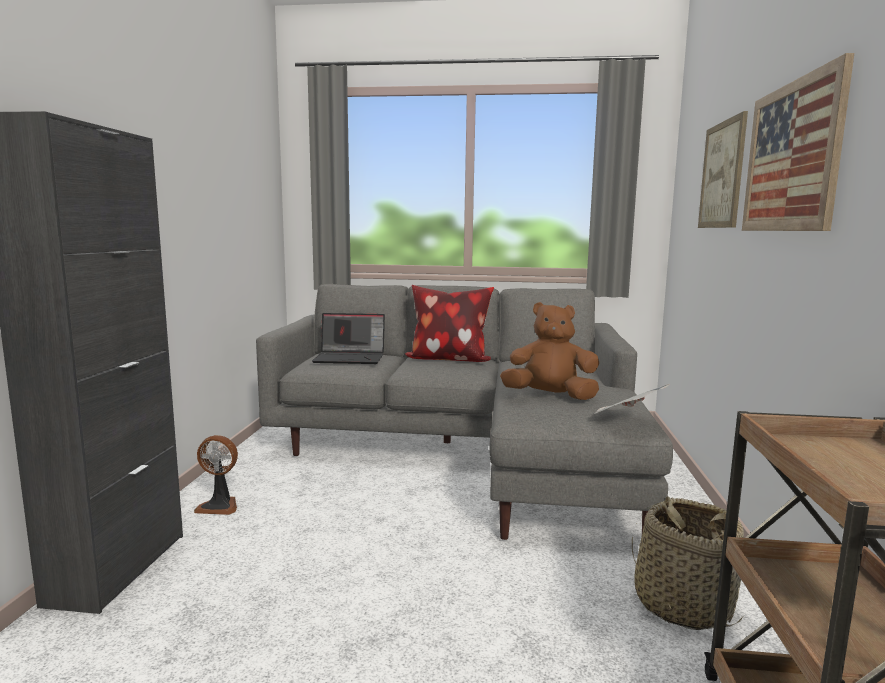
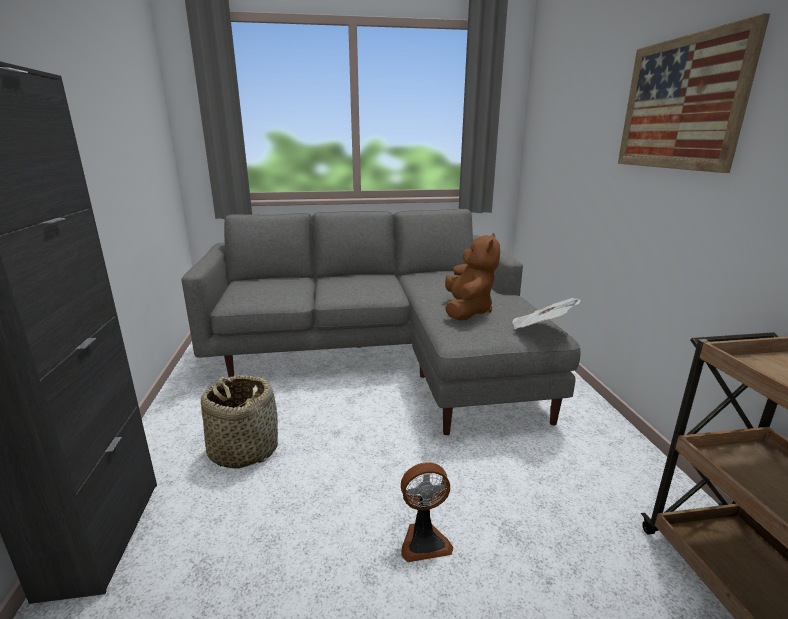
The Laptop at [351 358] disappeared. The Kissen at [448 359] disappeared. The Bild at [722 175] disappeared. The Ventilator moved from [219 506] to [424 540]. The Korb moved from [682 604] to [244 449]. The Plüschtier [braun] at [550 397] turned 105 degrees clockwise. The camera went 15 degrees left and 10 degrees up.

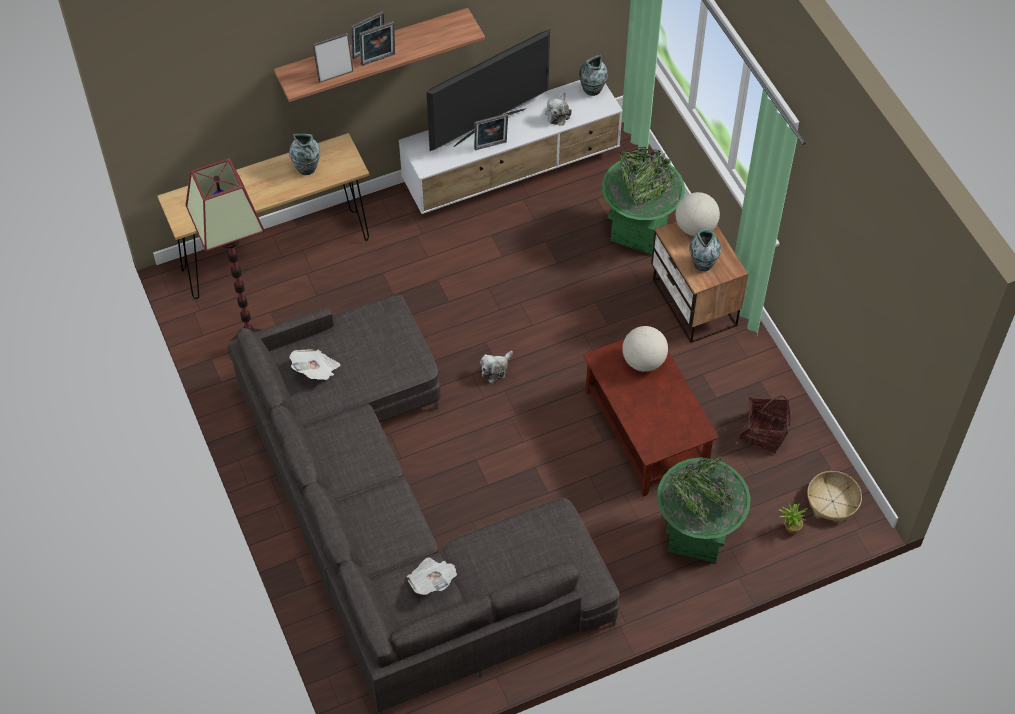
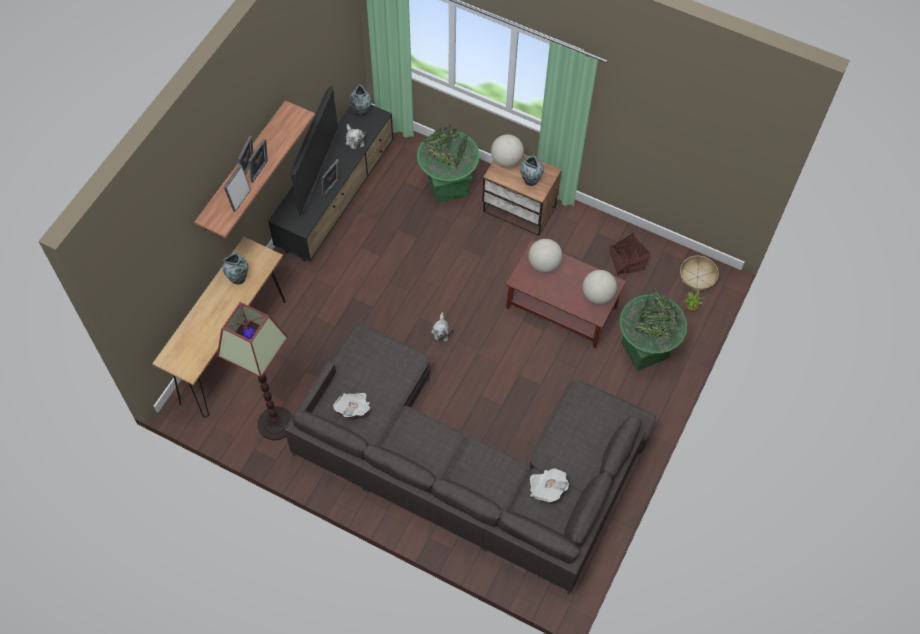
The Globus at [597 295] appeared. The Fernsehschrank [weiß] at [512 171] became the Fernsehschrank [schwarz] at [337 197]. The camera went 40 degrees left and 5 degrees up.

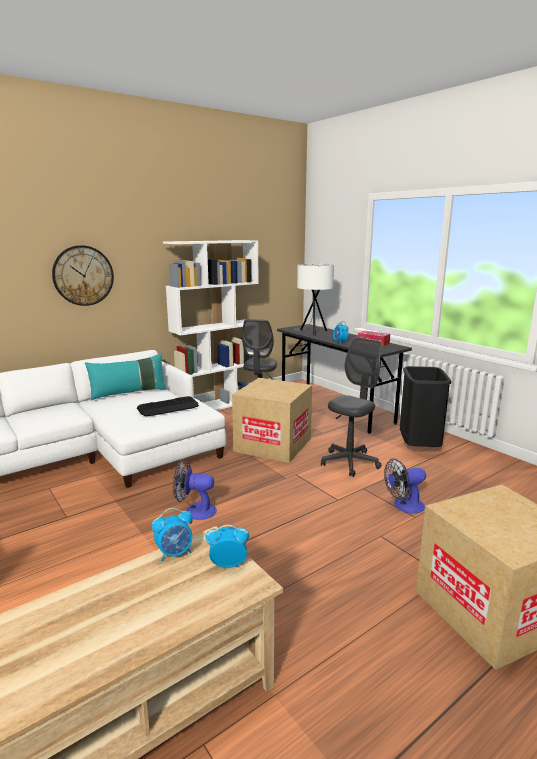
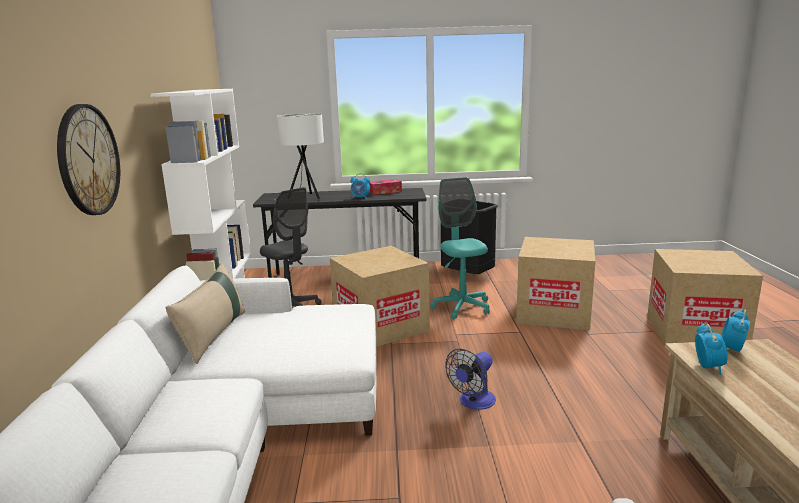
The Tastatur at [168 407] disappeared. The Ventilator at [404 506] was replaced by the Karton at [553 312]. The Kissen [türkis] at [129 393] became the Kissen [beige] at [213 335]. The Bürostuhl [grau] at [349 462] became the Bürostuhl [türkis] at [462 307]. The camera went 55 degrees left and 0 degrees up.

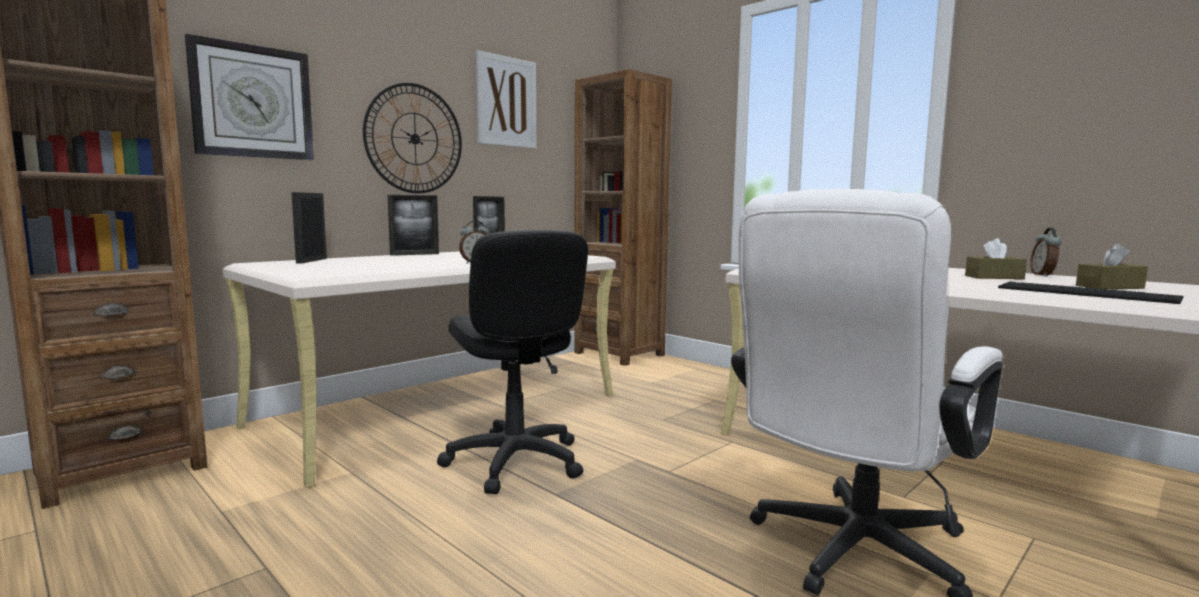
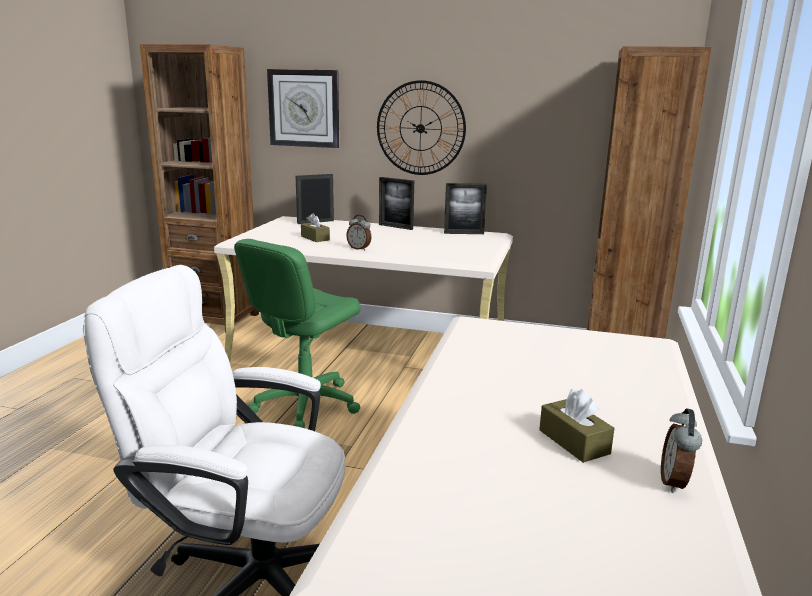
The Bild at [506 102] disappeared. The Tastatur at [1087 293] disappeared. The Taschentuchbox [braun] moved from [1109 287] to [315 238]. The Bürostuhl [schwarz] at [514 462] became the Bürostuhl [grün] at [305 404]. The Wecker at [1043 275] turned 60 degrees counterclockwise. The camera went 60 degrees right and 10 degrees up.

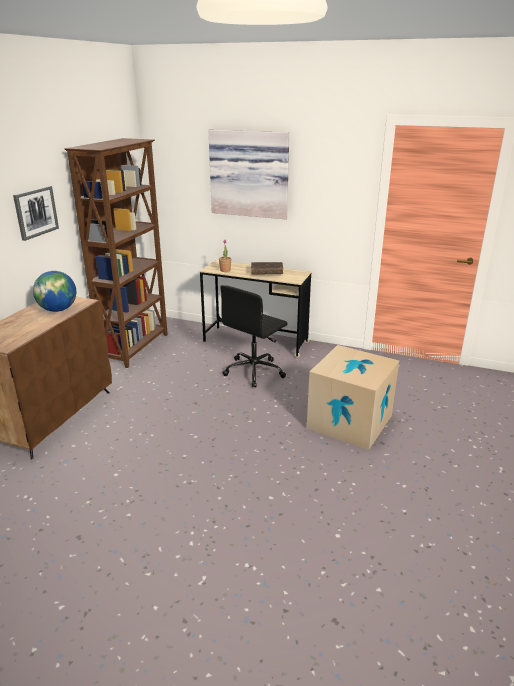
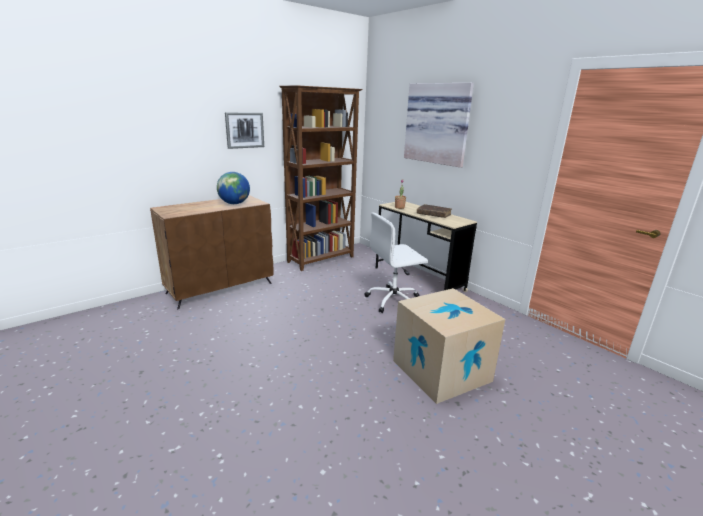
The Bürostuhl [schwarz] at [254 371] became the Bürostuhl [weiß] at [394 300]. The camera went 30 degrees right and 5 degrees down.

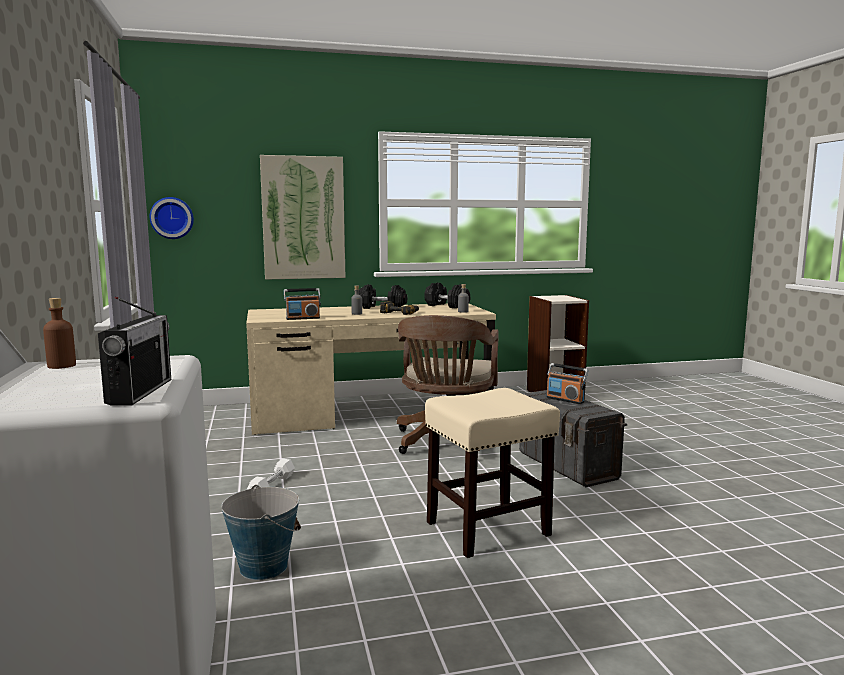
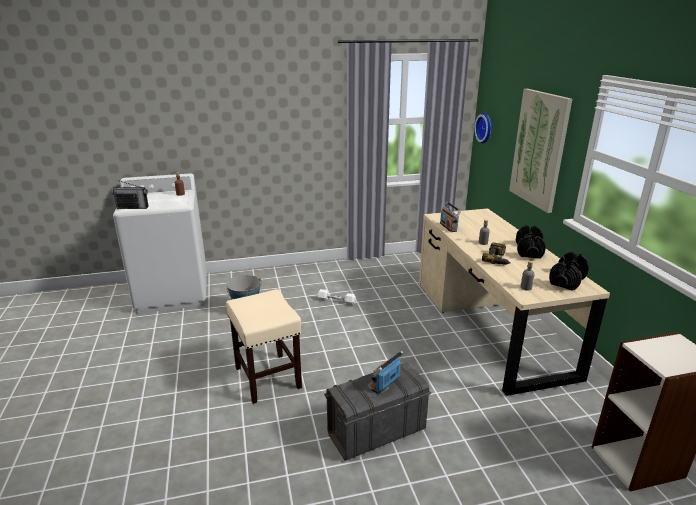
The Bürostuhl [braun] at [447 443] disappeared. The camera went 90 degrees right and 15 degrees up.

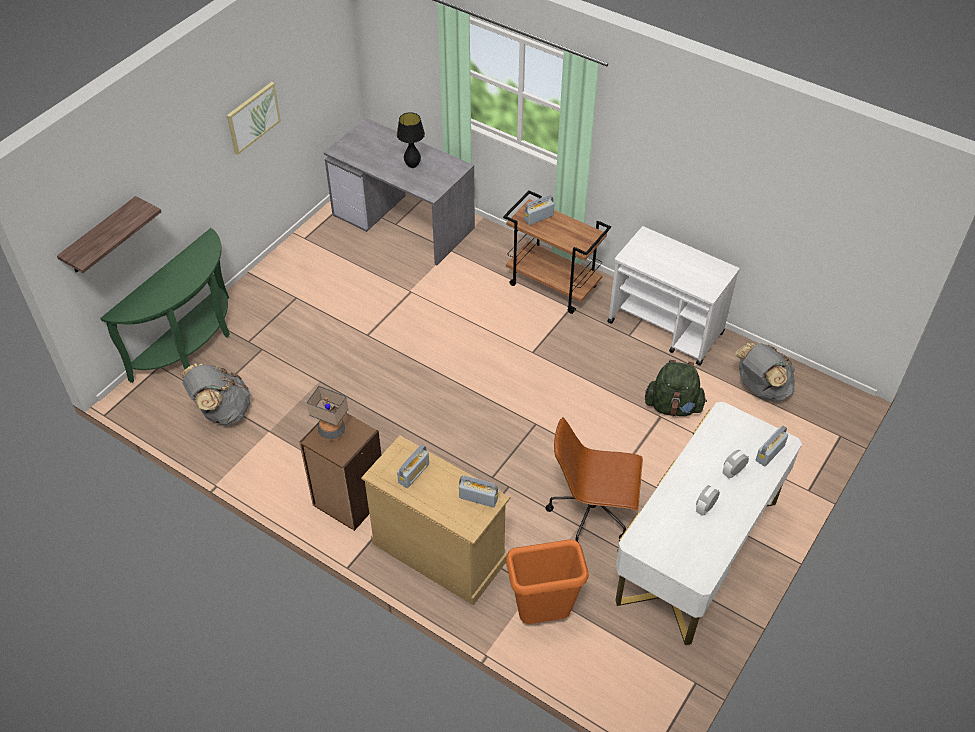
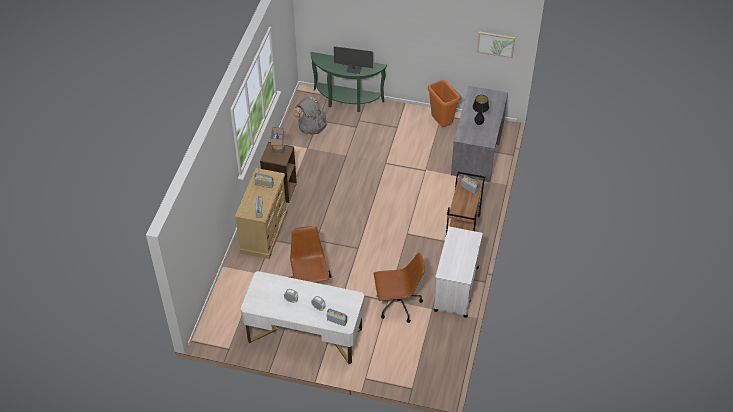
The Wandregal at [101 237] disappeared. The Rucksack [grau] at [761 389] disappeared. The Monitor at [354 69] appeared. The Bild moved from [253 117] to [496 44]. The Mülleimer [orange] moved from [542 616] to [441 123]. The Rucksack [grün] at [673 406] was replaced by the Bürostuhl [braun] at [397 305]. The camera went 70 degrees right and 0 degrees up.

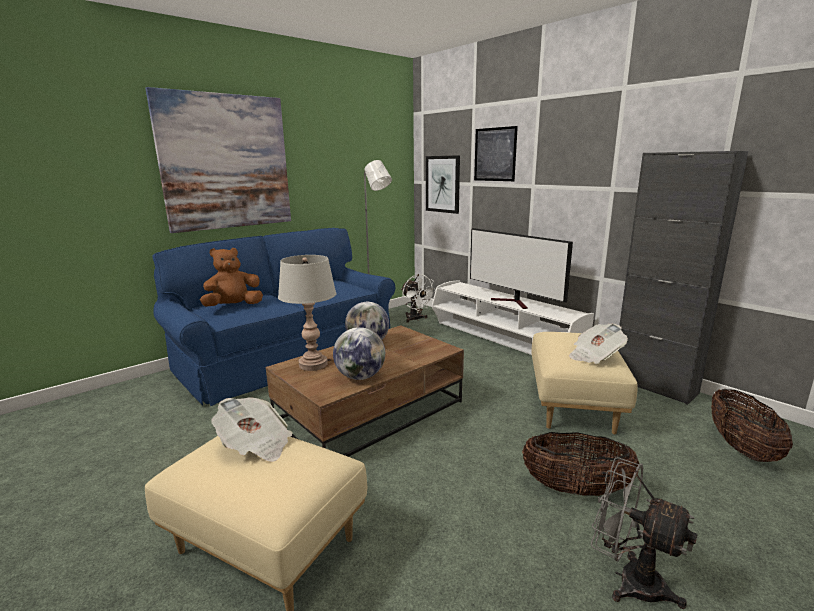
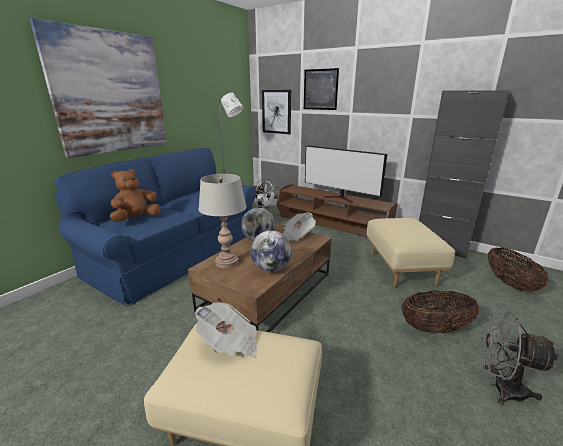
The Zeitung moved from [594 356] to [296 235]. The Fernsehschrank [weiß] at [503 341] became the Fernsehschrank [braun] at [331 225]. The camera went 15 degrees left and 5 degrees up.

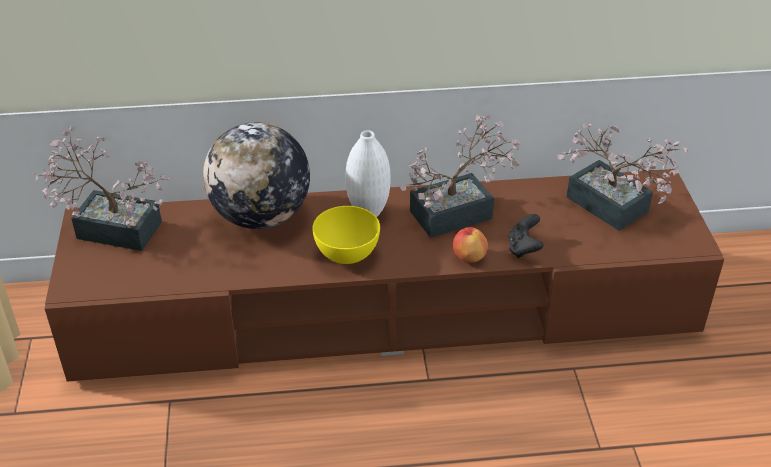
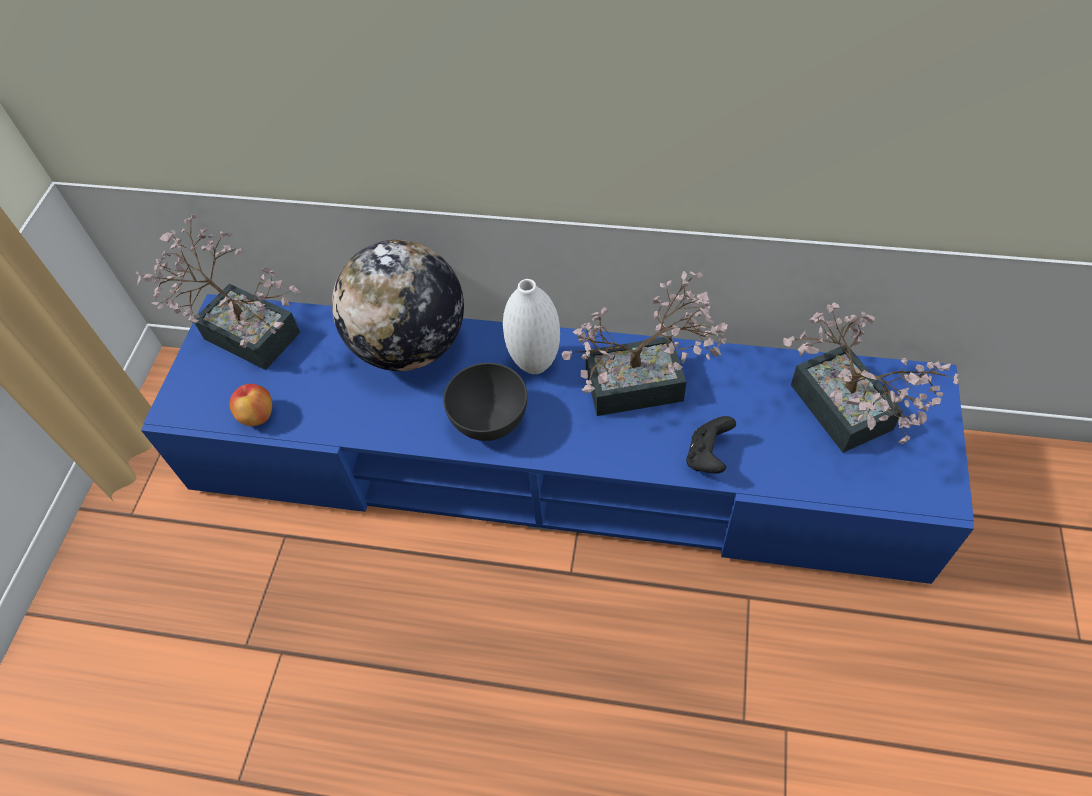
The Apfel moved from [469 257] to [257 415]. The Fernsehschrank [braun] at [387 310] became the Fernsehschrank [blau] at [554 465]. The Schüssel [gelb] at [347 254] became the Schüssel [grau] at [490 421]. The camera went 20 degrees right and 15 degrees up.

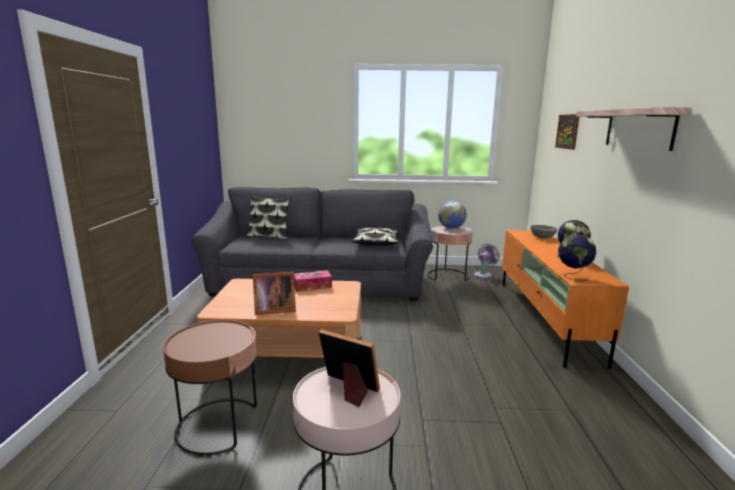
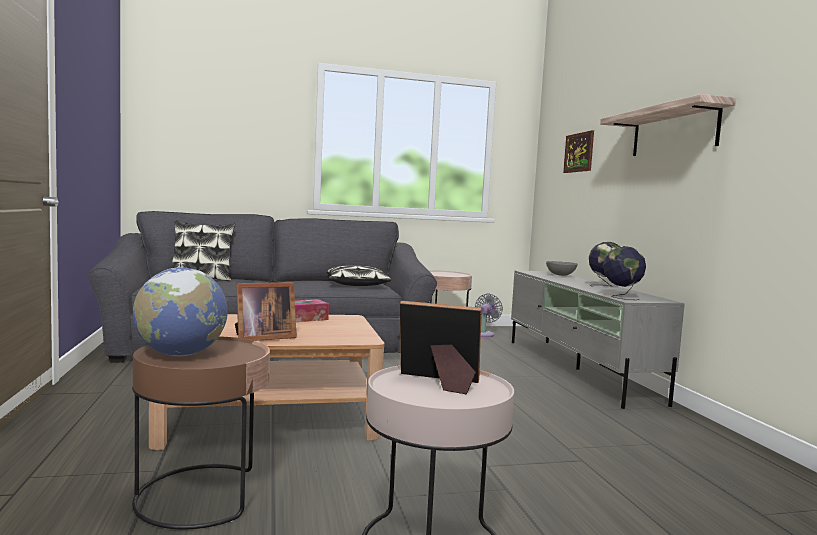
The Globus moved from [451 228] to [181 354]. The Fernsehschrank [orange] at [545 319] became the Fernsehschrank [grau] at [578 369]. The camera went 15 degrees left and 10 degrees down.

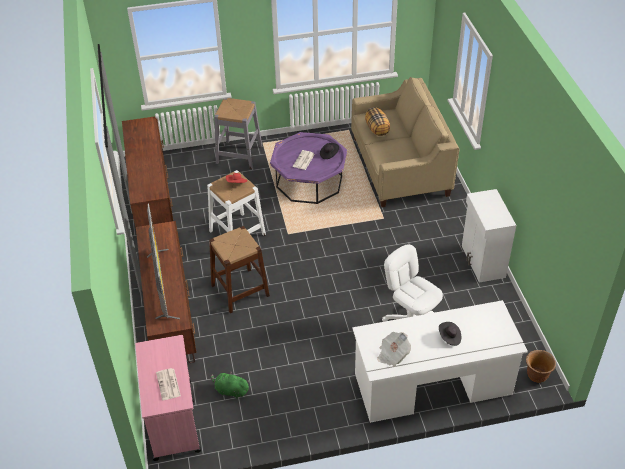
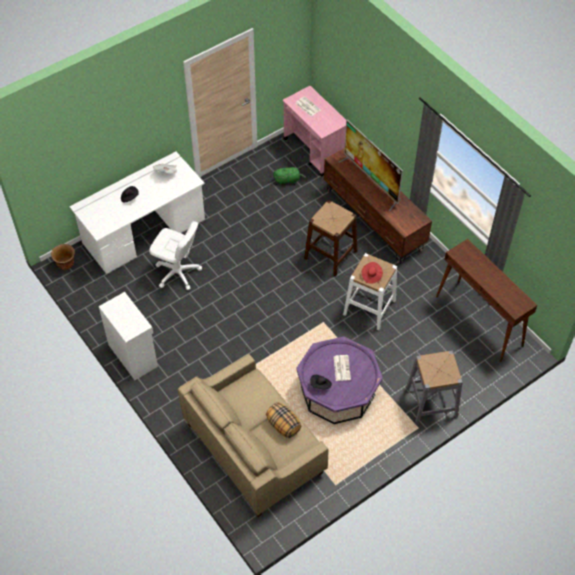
The Fernsehschrank [braun] at [151 193] was replaced by the Konsolentisch [braun] at [479 321]. The camera went 155 degrees right and 10 degrees up.

